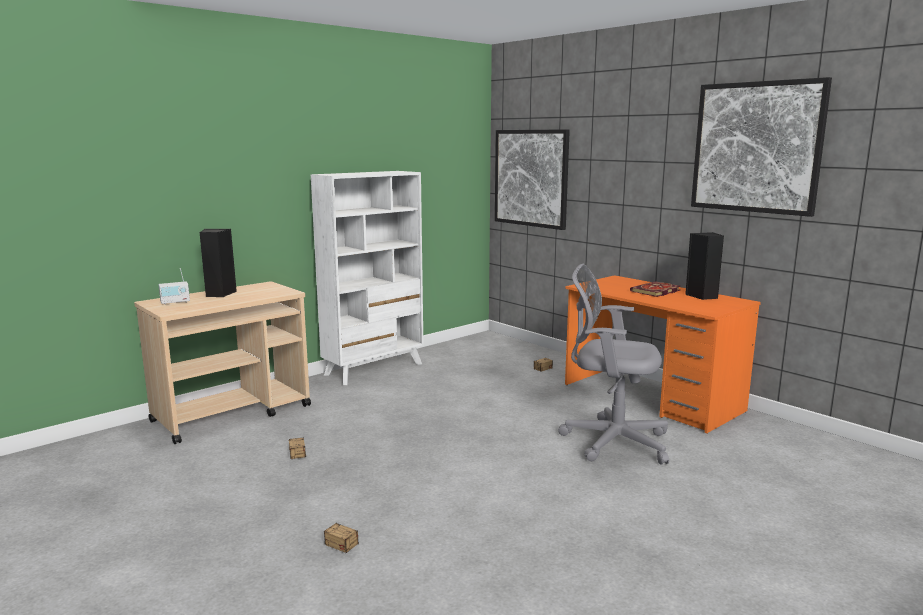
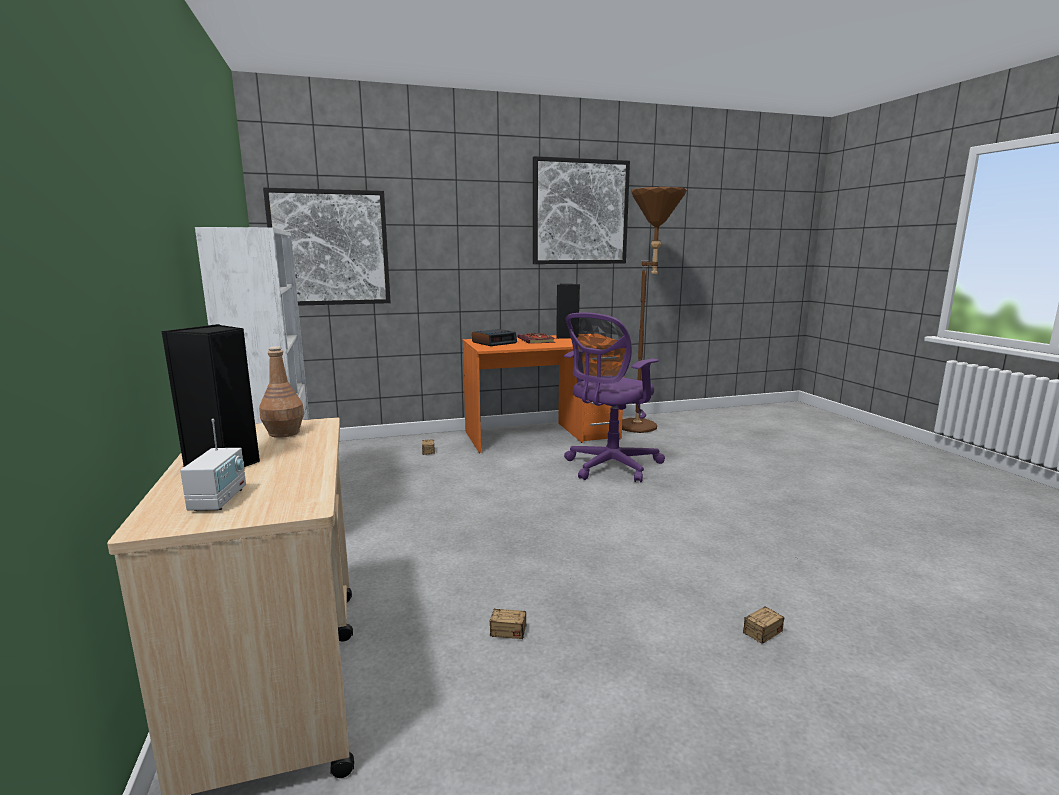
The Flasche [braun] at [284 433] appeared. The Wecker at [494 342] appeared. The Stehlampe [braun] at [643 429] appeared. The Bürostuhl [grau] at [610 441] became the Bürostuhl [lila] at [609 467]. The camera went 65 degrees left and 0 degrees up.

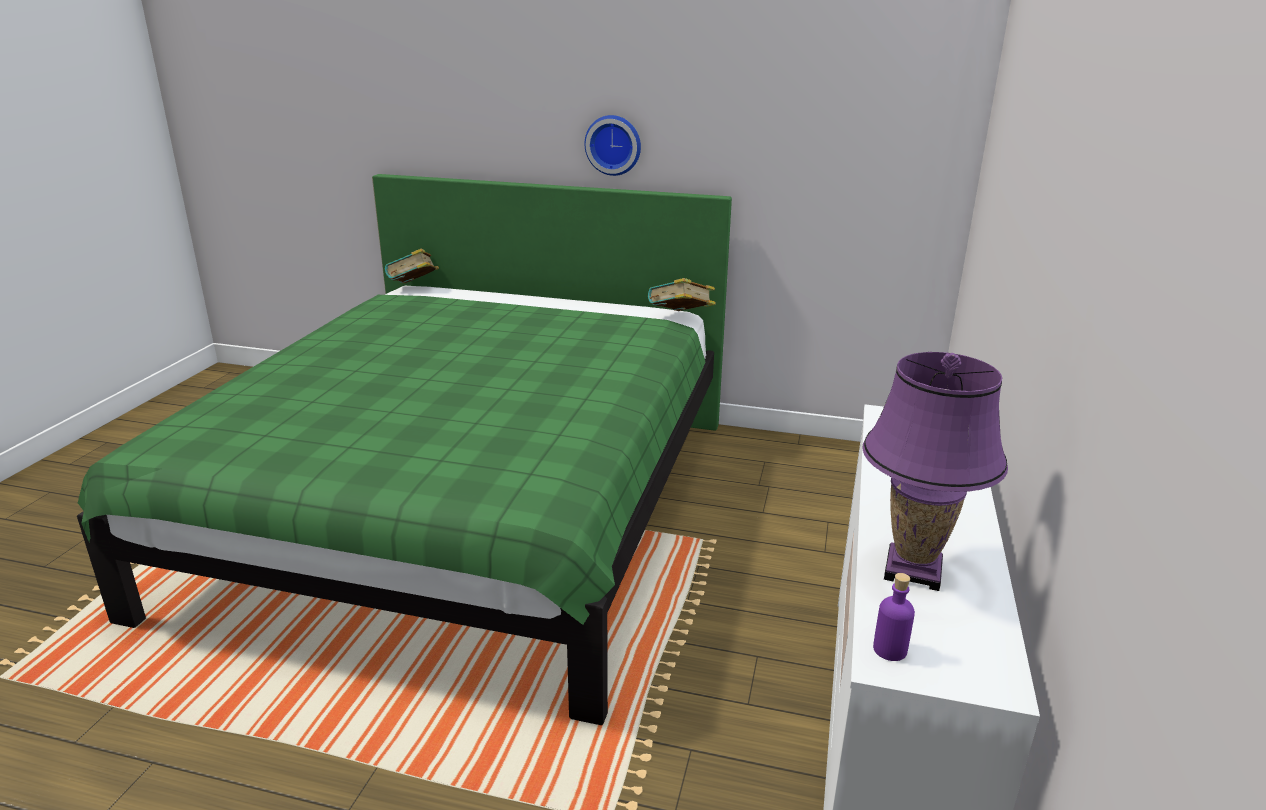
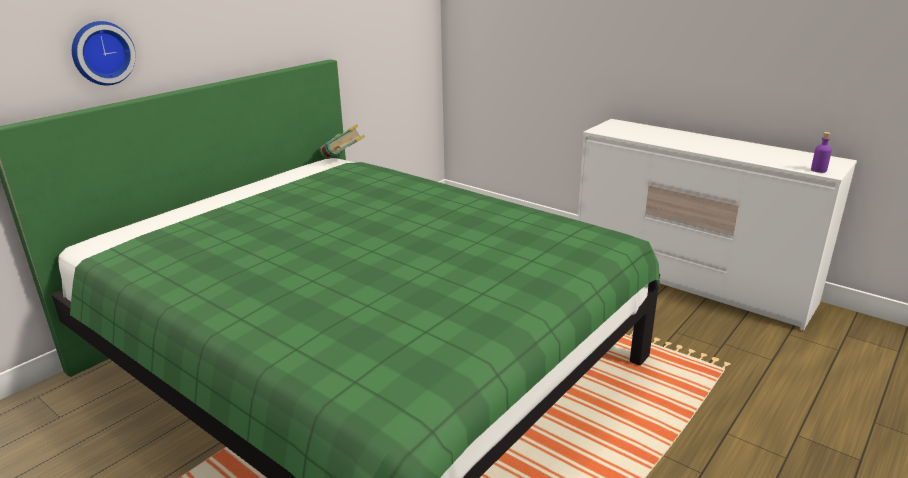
The Buch at [415 287] disappeared. The Tischlampe [lila] at [913 570] disappeared. The Wanduhr moved from [614 144] to [101 53]. The camera went 65 degrees left and 0 degrees up.

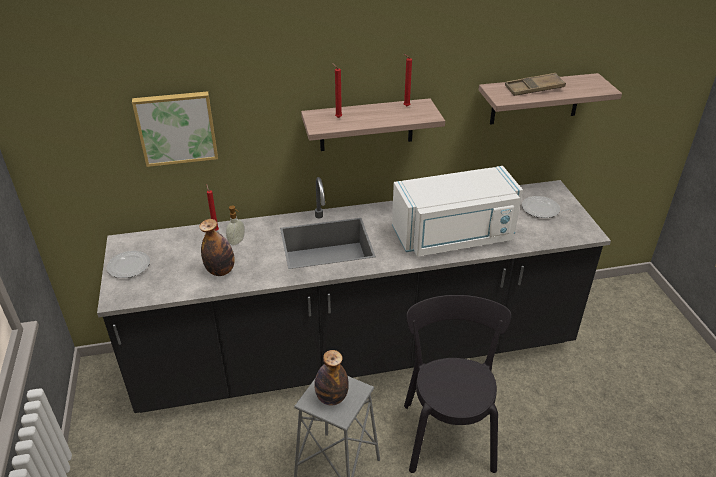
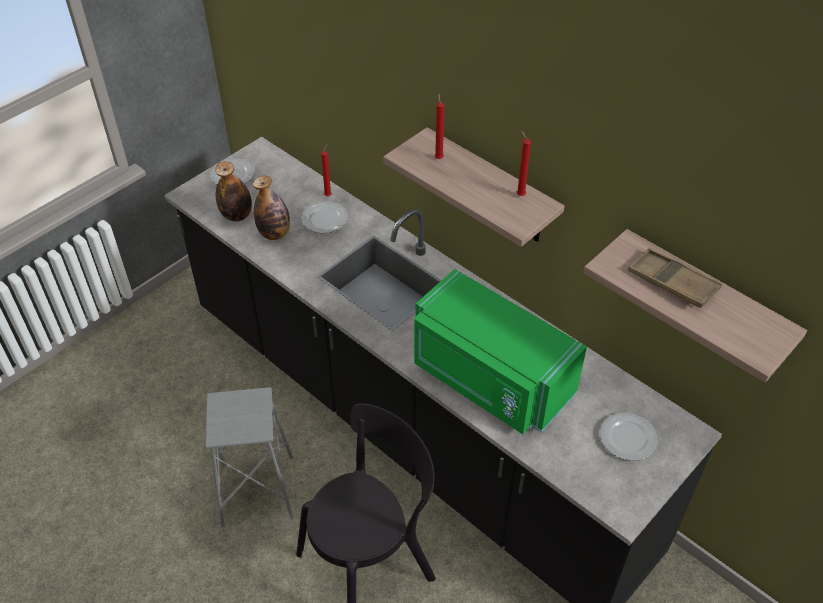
The Bild at [176 127] disappeared. The Flasche moved from [331 398] to [237 215]. The Seifenspender at [237 241] was replaced by the Teller at [325 219]. The Mikrowelle [weiß] at [454 236] became the Mikrowelle [grün] at [489 379]. The camera went 55 degrees right and 10 degrees up.

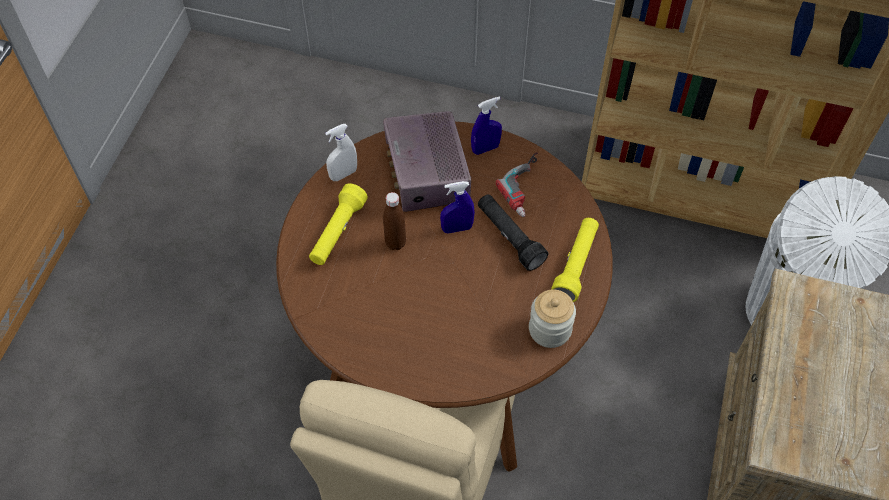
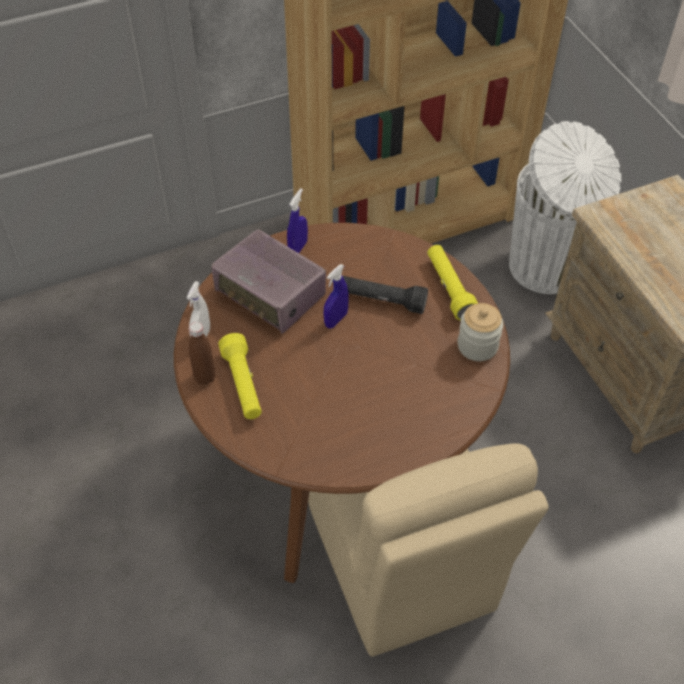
The Bohrmaschine at [528 188] disappeared. The Flasche [braun] moved from [395 243] to [205 377]. The camera went 40 degrees left and 5 degrees down.

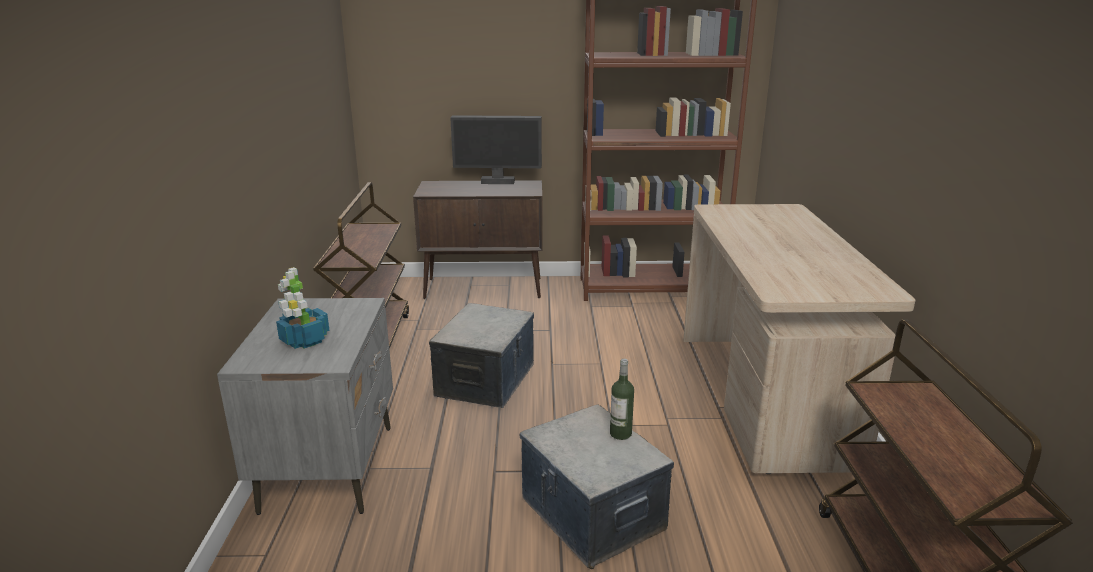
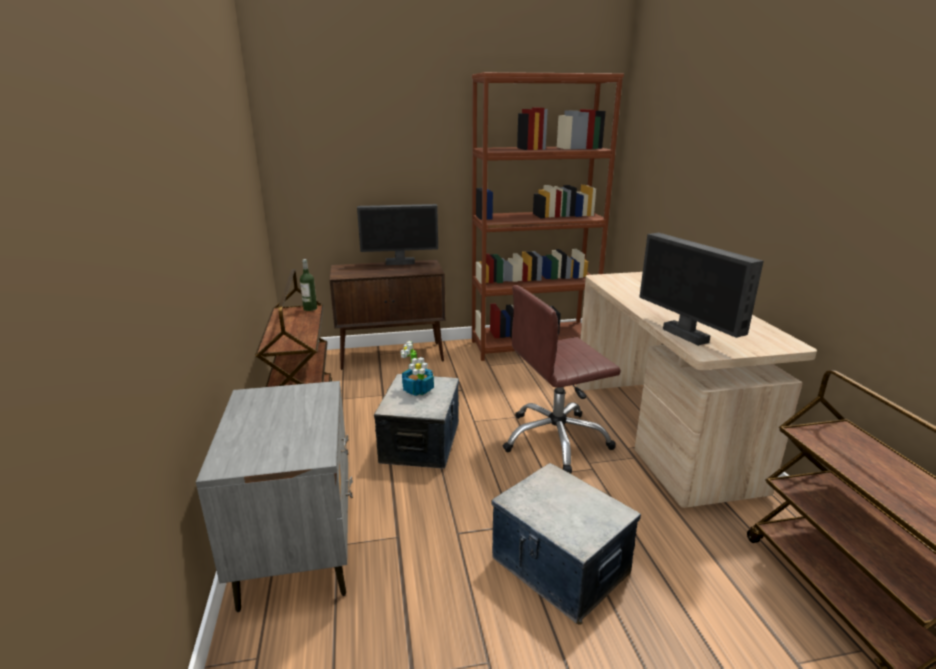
The Bürostuhl [braun] at [556 440] appeared. The Monitor at [686 335] appeared. The Topfpflanze moved from [305 340] to [418 390]. The Flasche moved from [620 433] to [310 308]. The camera went 10 degrees left and 0 degrees up.

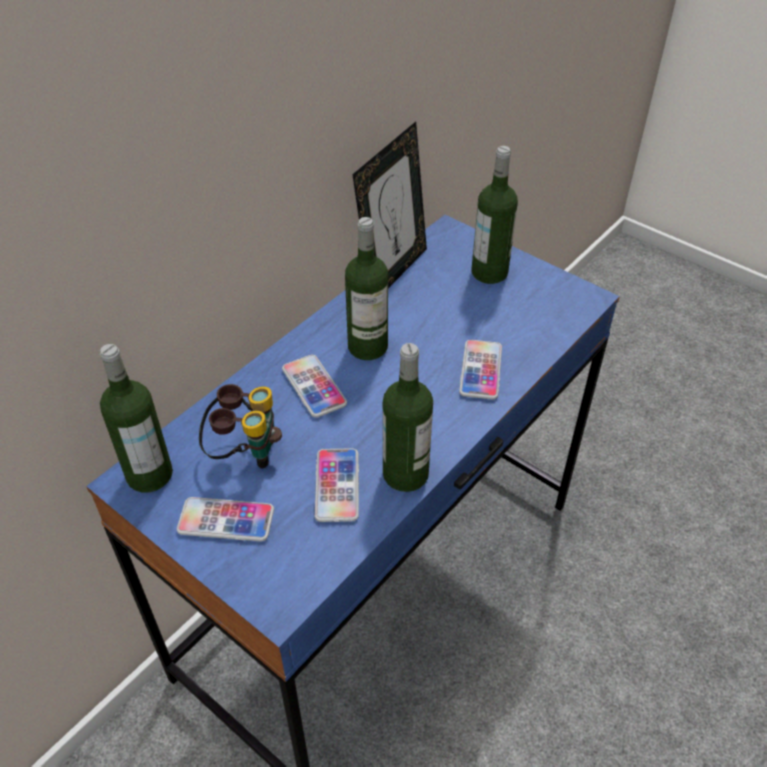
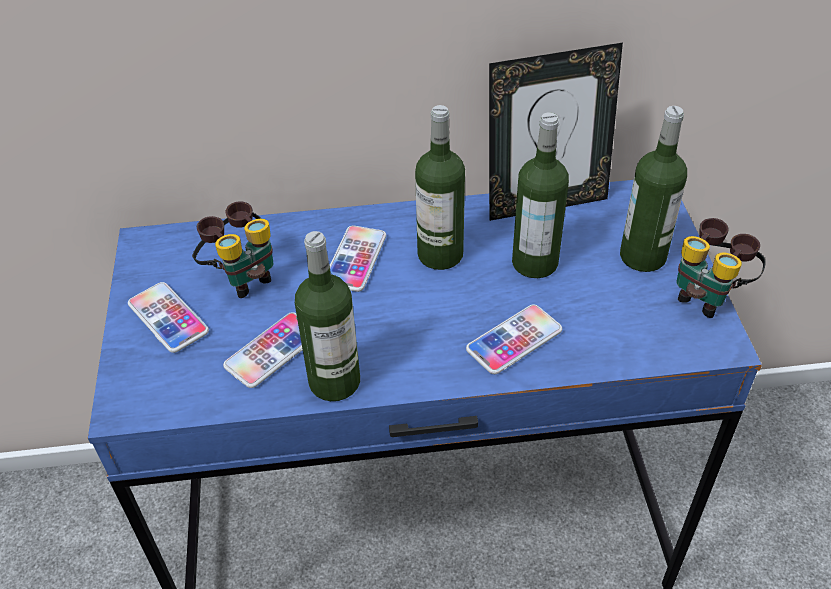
The Fernglas at [707 295] appeared. The Flasche moved from [149 475] to [534 262]. The camera went 45 degrees right and 0 degrees up.

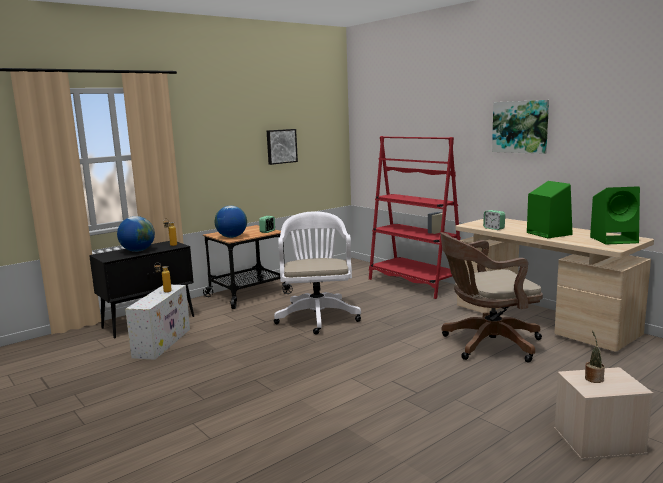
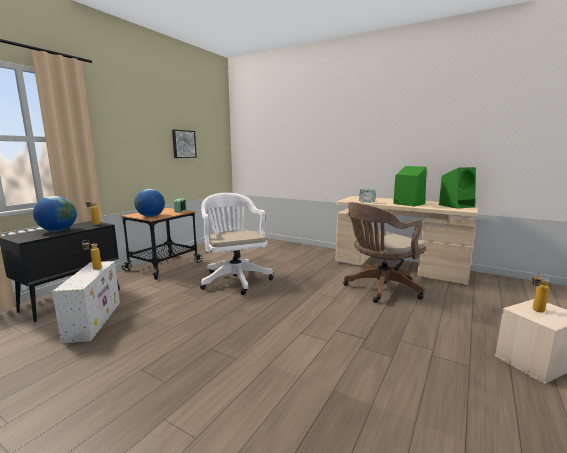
The Bücherregal [rot] at [414 283] disappeared. The Bild at [520 127] disappeared. The Topfpflanze at [593 378] was replaced by the Flasche at [534 311]. The camera went 20 degrees left and 0 degrees up.

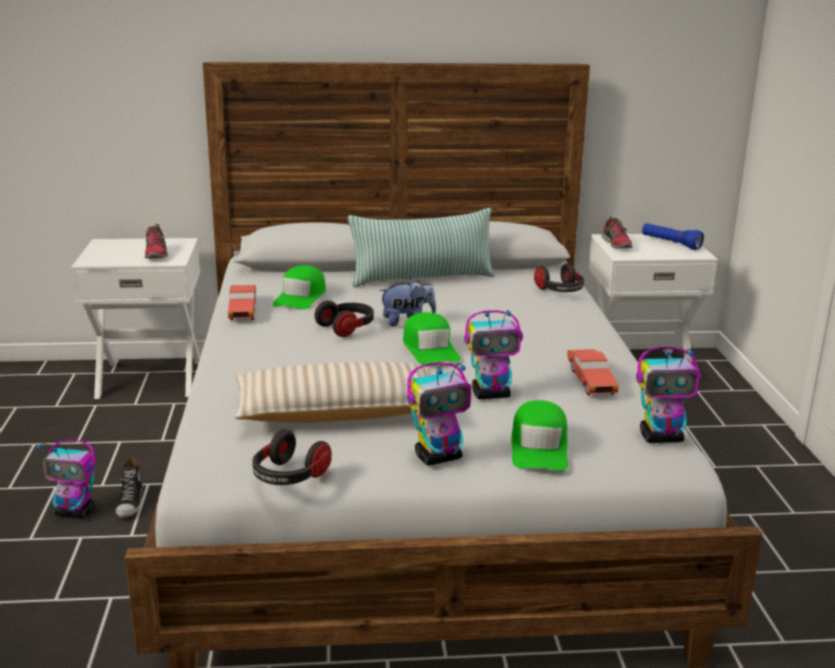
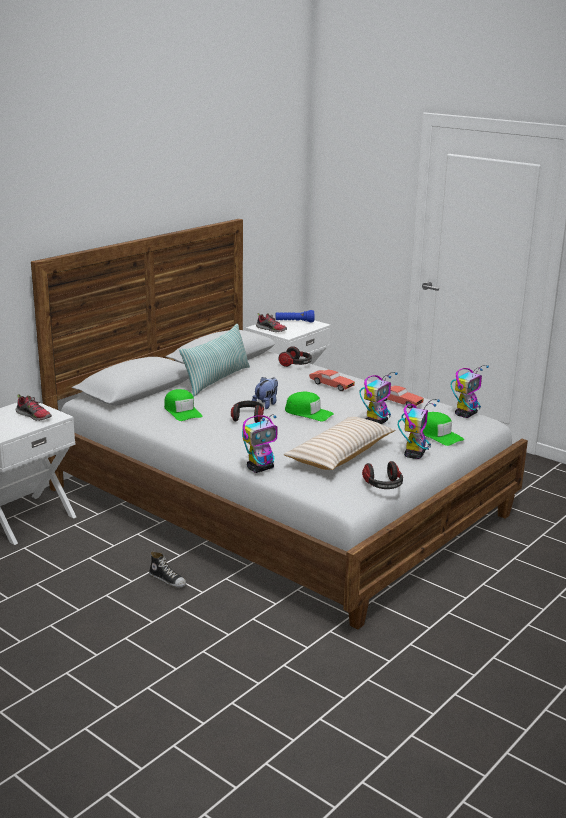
The Spielzeugroboter moved from [75 512] to [260 468]. The Spielzeugauto [rot] moved from [242 310] to [331 385]. The camera went 45 degrees left and 0 degrees up.

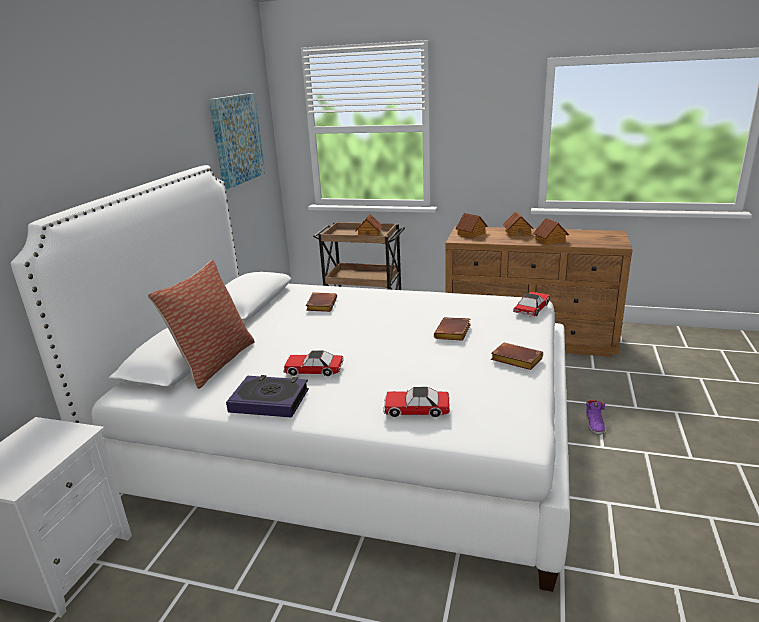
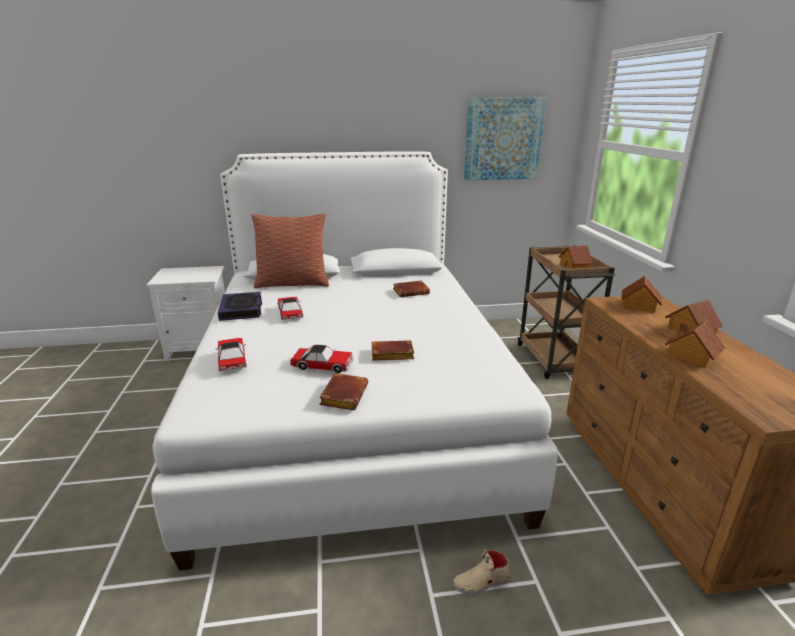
The Spielzeugauto moved from [532 309] to [323 365]. The Schuh [lila] at [595 424] became the Schuh [beige] at [481 582]. The camera went 65 degrees right and 0 degrees up.

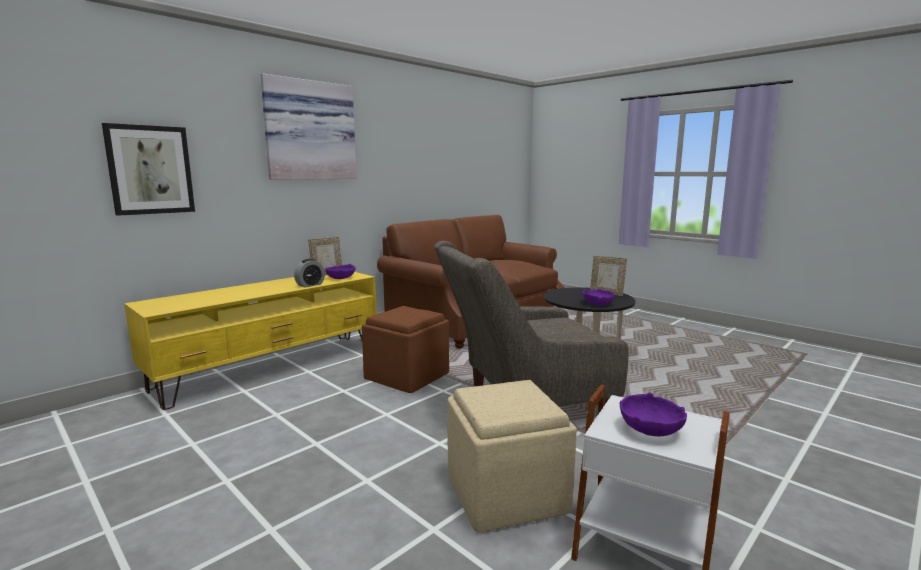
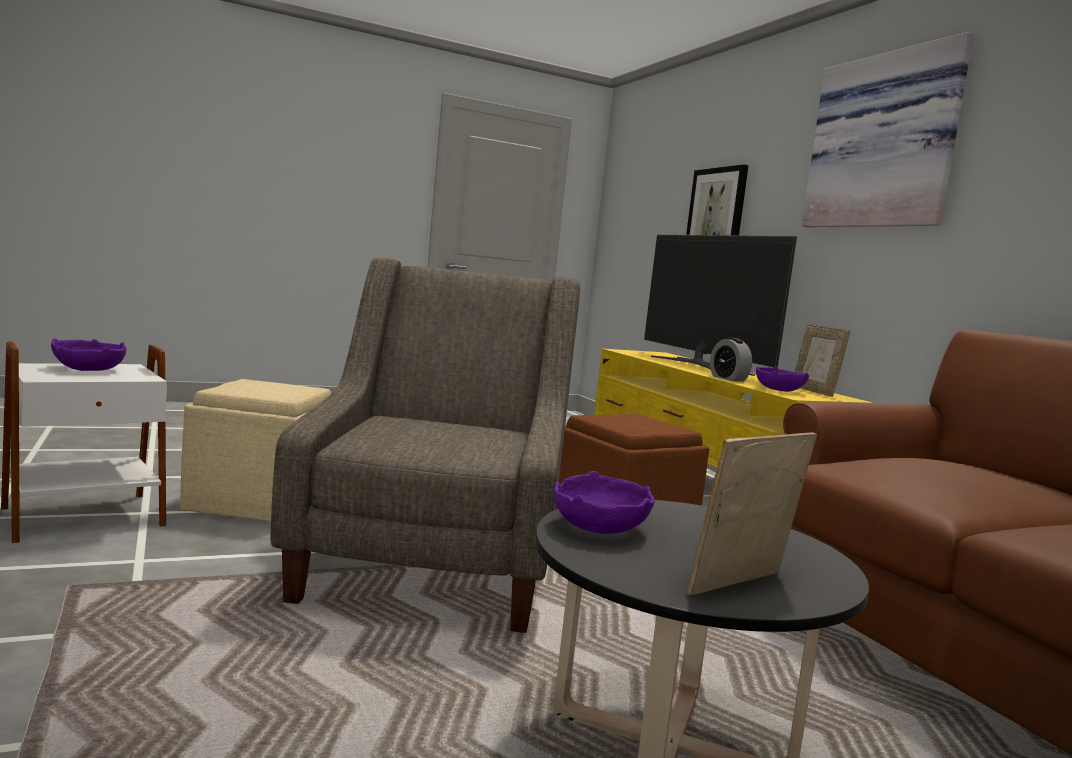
The Fernseher at [700 365] appeared. The camera went 110 degrees right and 5 degrees down.

